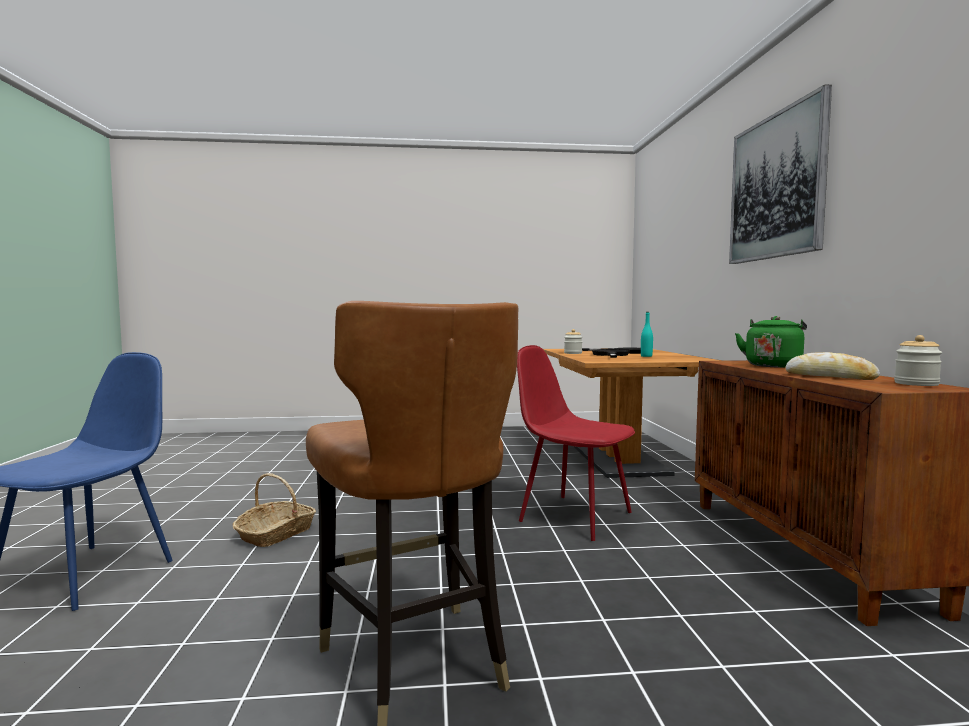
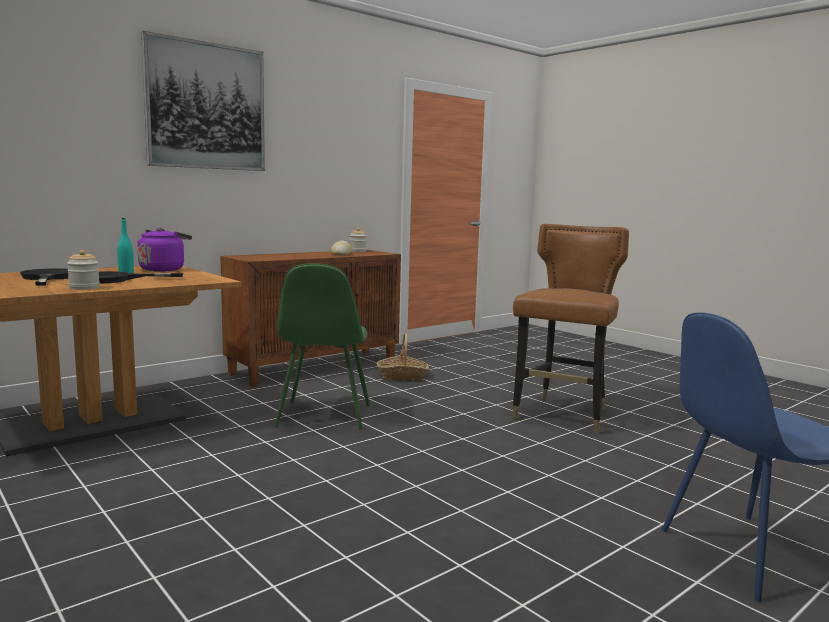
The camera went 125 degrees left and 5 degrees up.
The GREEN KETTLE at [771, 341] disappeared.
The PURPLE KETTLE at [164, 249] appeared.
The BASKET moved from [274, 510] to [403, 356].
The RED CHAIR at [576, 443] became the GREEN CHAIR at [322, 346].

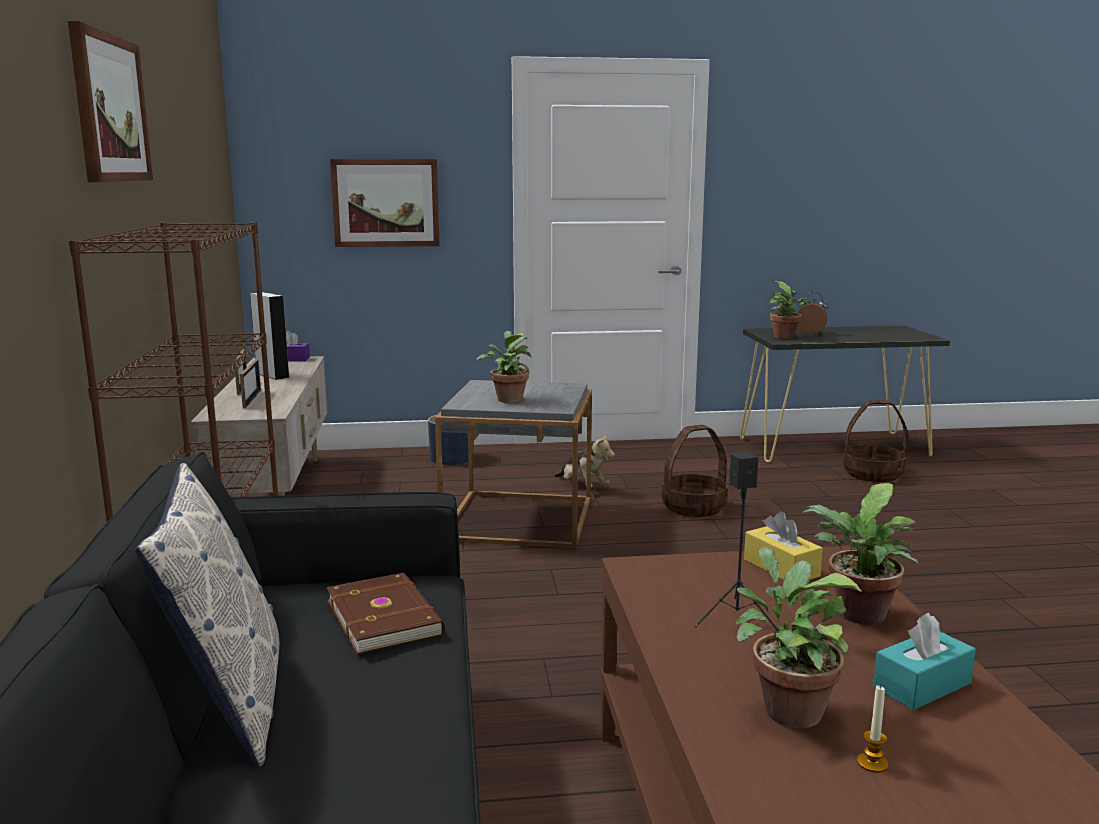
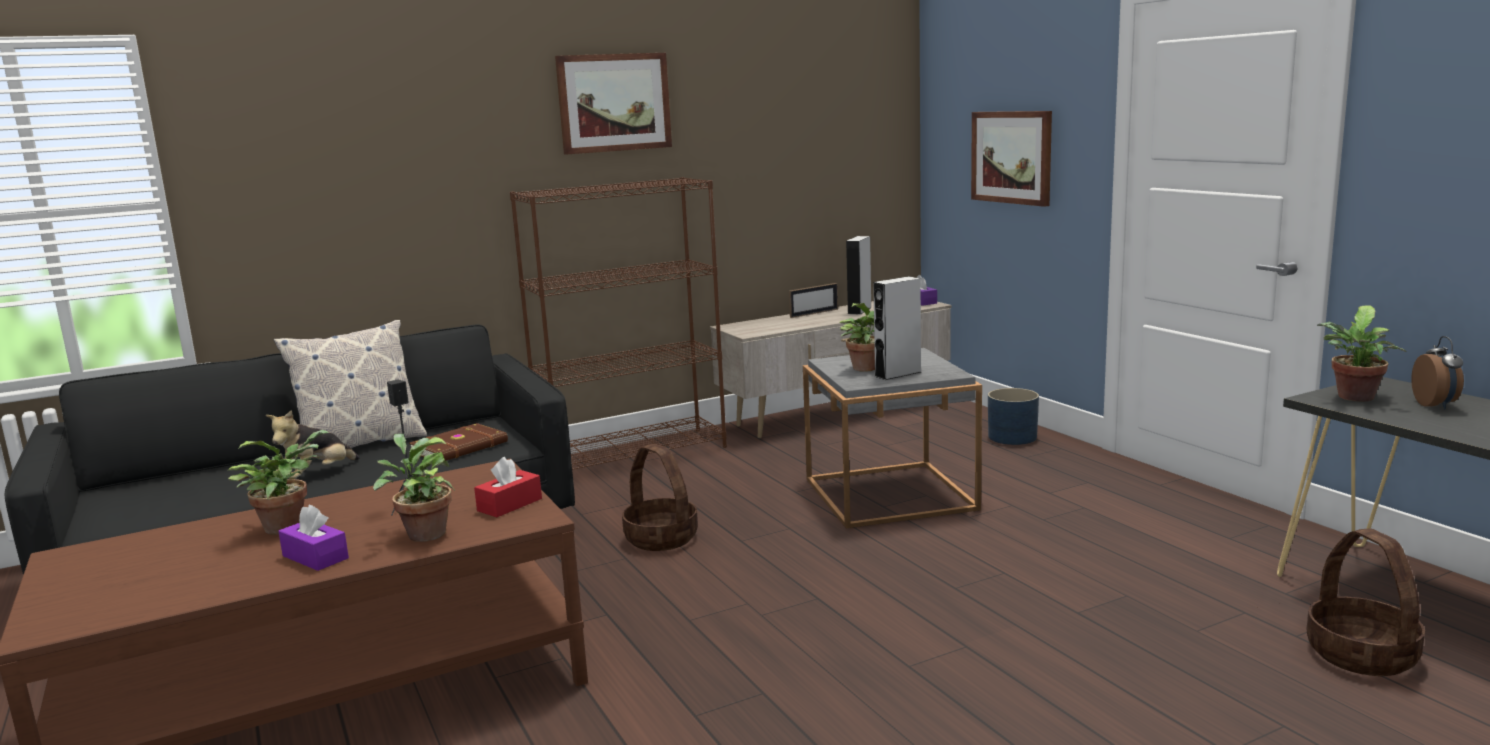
The camera went 70 degrees right and 0 degrees up.
The PICTURE FRAME at [250, 383] disappeared.
The CANDLE at [872, 729] disappeared.
The GREY SPEAKER at [897, 328] appeared.
The PLUSH TOY moved from [584, 460] to [313, 444].
The BASKET moved from [695, 471] to [660, 497].
The YELLOW TISSUE BOX at [783, 546] became the RED TISSUE BOX at [508, 487].
The TURQUOISE TISSUE BOX at [924, 661] became the PURPLE TISSUE BOX at [313, 538].

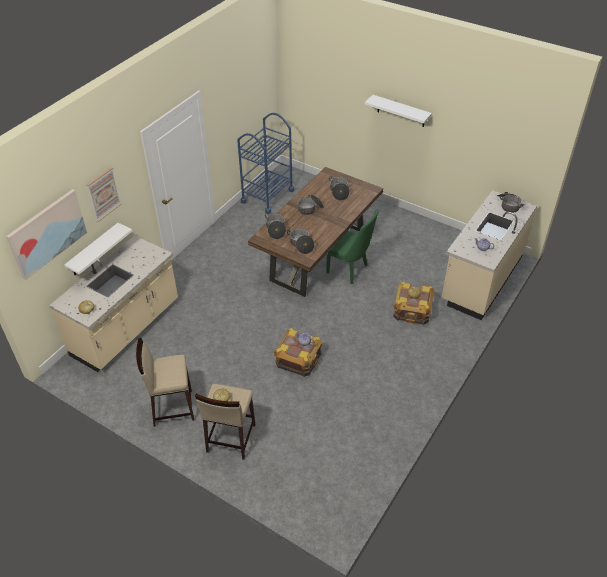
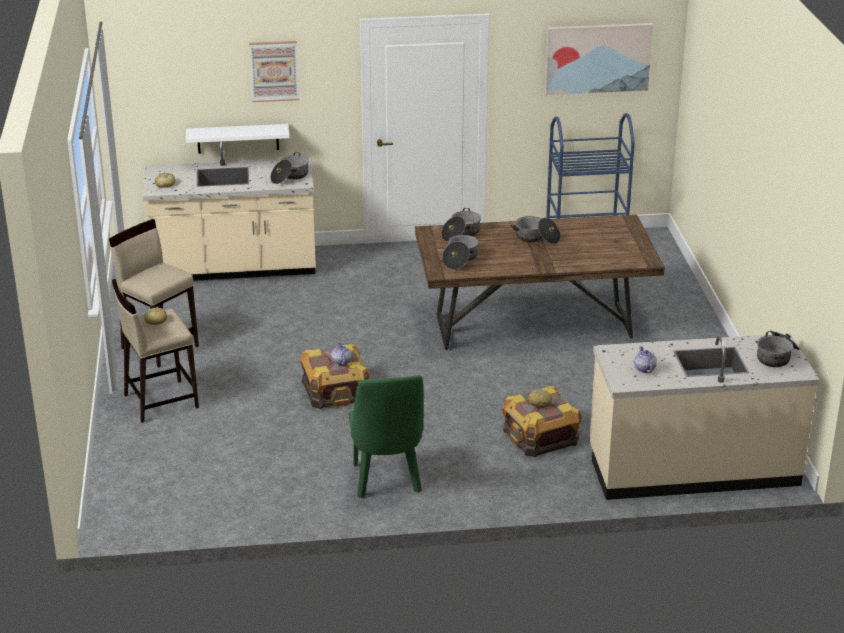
The camera went 50 degrees right and 15 degrees down.
The WHITE SHELF at [398, 111] disappeared.
The PICTURE moved from [46, 234] to [599, 59].
The GREEN CHAIR moved from [352, 246] to [386, 436].
The COOKING POT moved from [339, 188] to [289, 168].

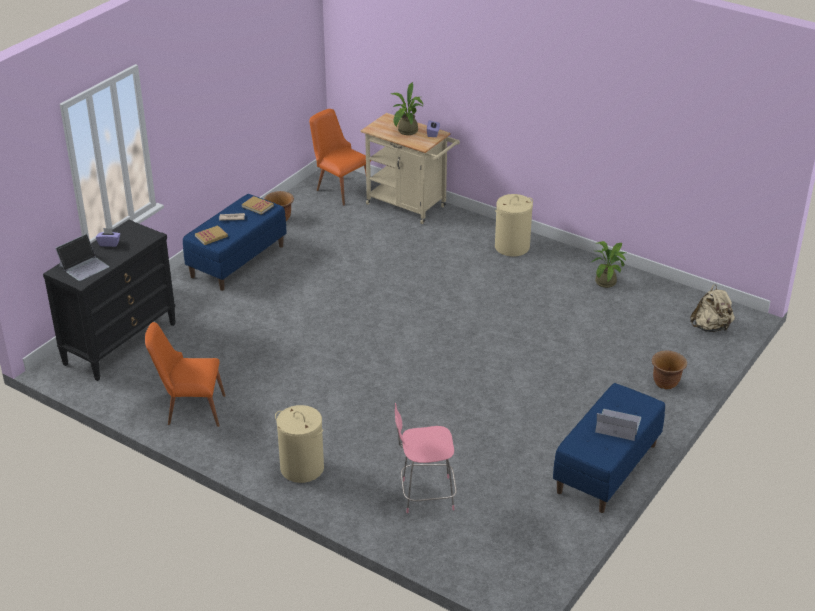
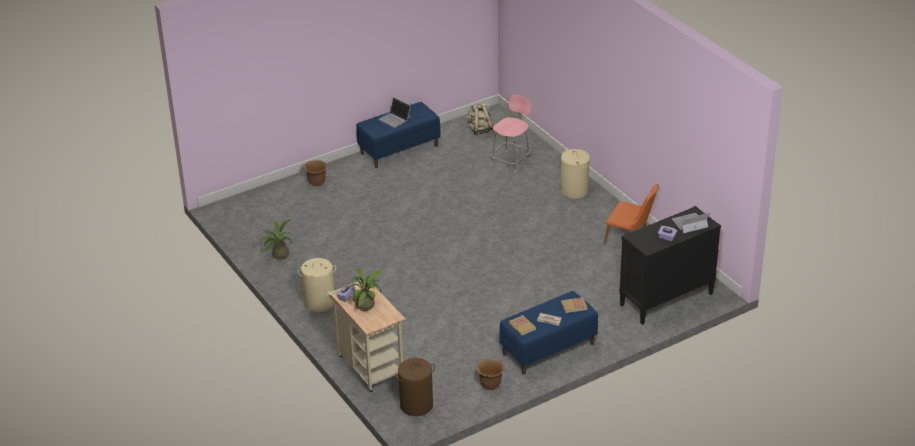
The camera went 155 degrees left and 0 degrees up.
The BEIGE BACKPACK moved from [712, 308] to [480, 119].
The ORANGE CHAIR at [340, 157] was replaced by the BROWN LAUNDRY BASKET at [415, 387].
The PINK CHAIR at [426, 458] turned 75 degrees counterclockwise.

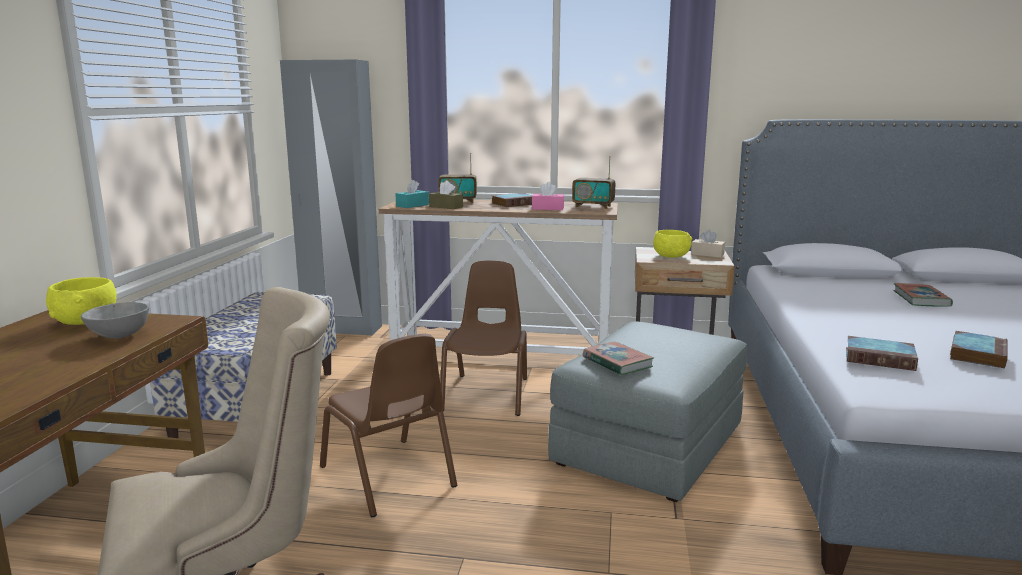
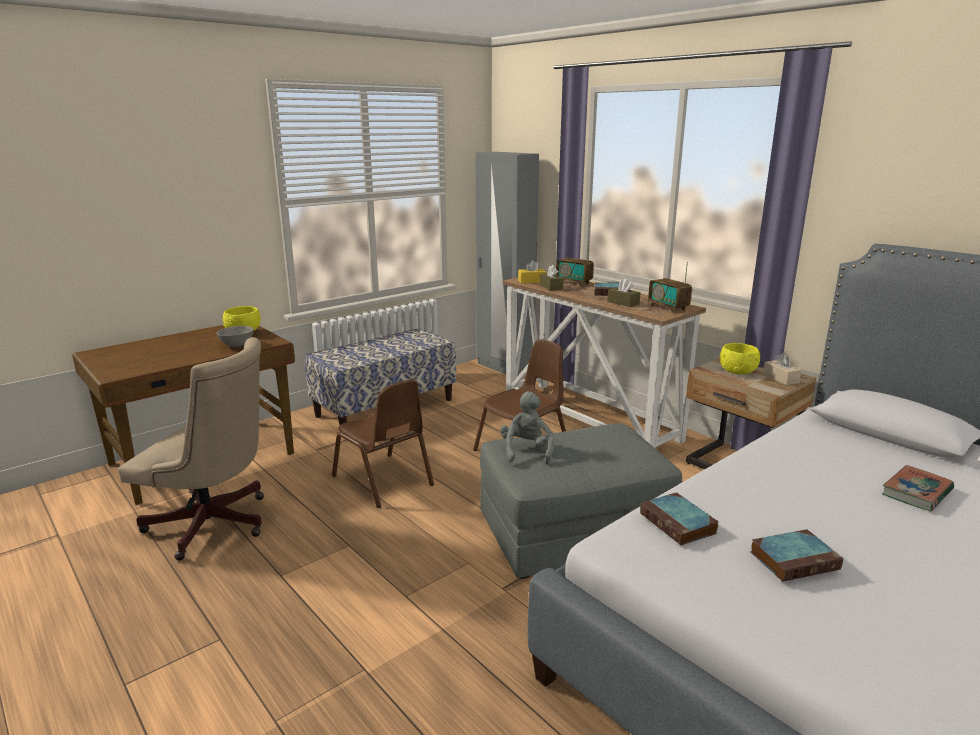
The camera went 40 degrees right and 5 degrees up.
The BOOK at [618, 358] was replaced by the GREY PLUSH TOY at [527, 427].
The TURQUOISE TISSUE BOX at [412, 194] became the YELLOW TISSUE BOX at [532, 271].
The PINK TISSUE BOX at [548, 196] became the BROWN TISSUE BOX at [624, 293].
The BROWN CHAIR at [388, 425] turned 45 degrees counterclockwise.

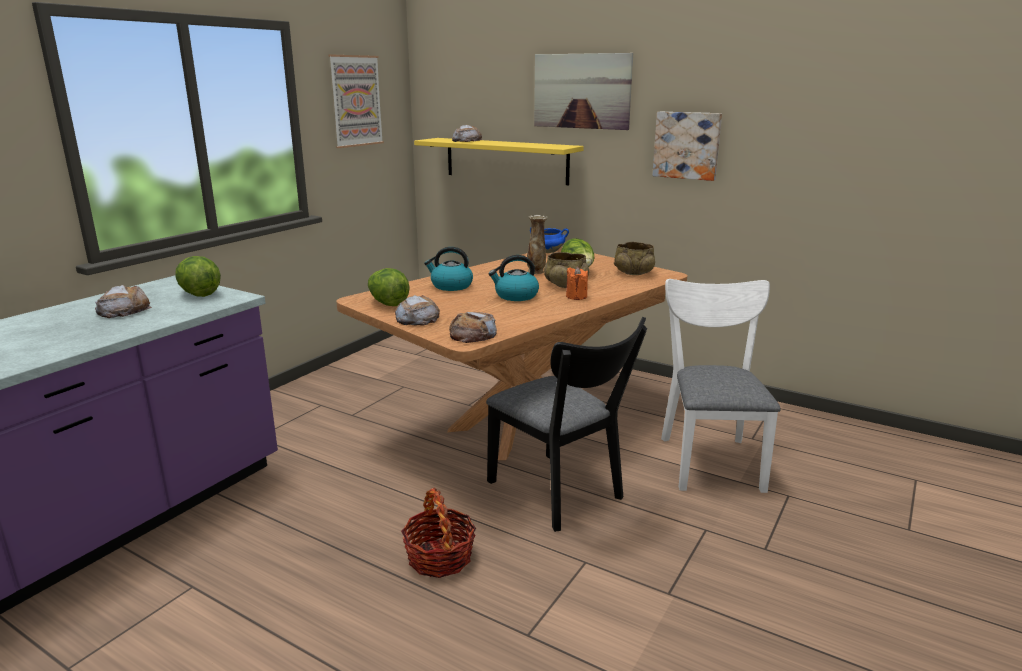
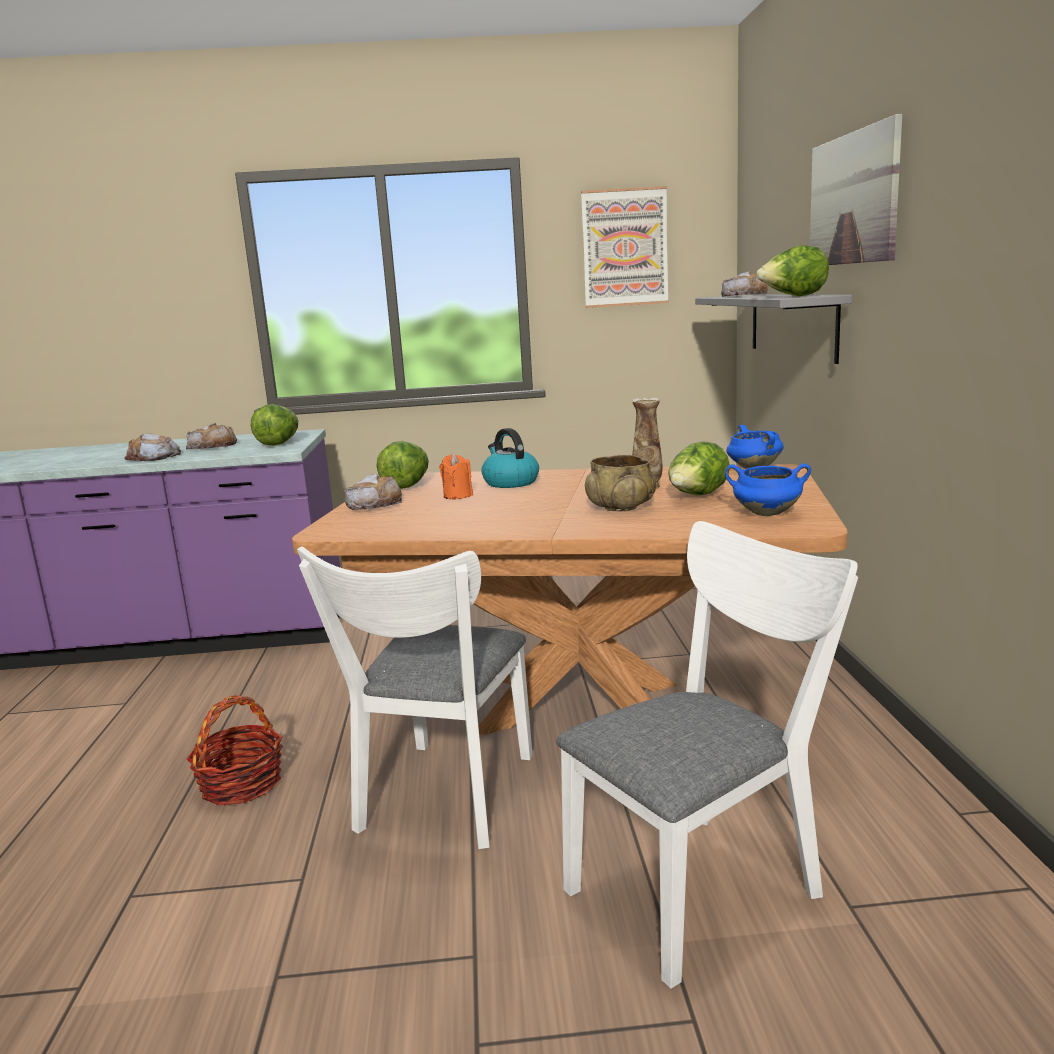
The camera went 55 degrees right and 5 degrees down.
The KETTLE at [513, 278] disappeared.
The PICTURE at [687, 146] disappeared.
The LETTUCE at [792, 270] appeared.
The BREAD moved from [473, 327] to [152, 447].
The ORANGE CANDLE moved from [577, 283] to [456, 476].
The BEIGE BOWL at [634, 258] was replaced by the BLUE COOKING POT at [768, 489].
The YELLOW SHELF at [499, 161] became the GREY SHELF at [773, 329].
The BLACK CHAIR at [566, 424] became the WHITE CHAIR at [415, 698].

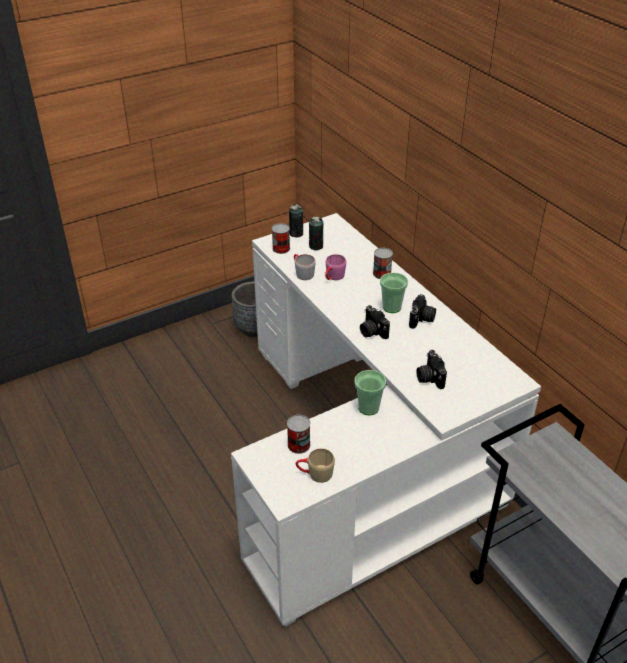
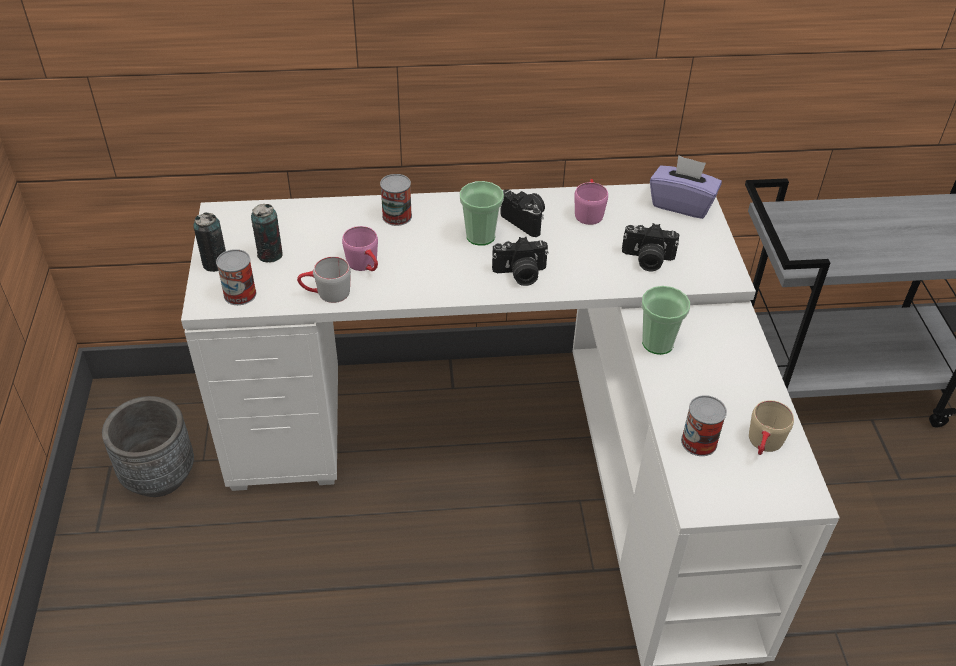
The camera went 65 degrees left and 5 degrees up.
The PINK MUG at [591, 202] appeared.
The PURPLE TISSUE BOX at [686, 187] appeared.

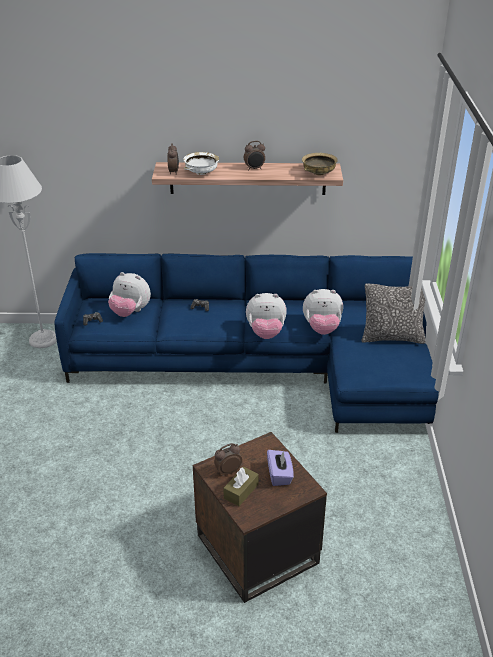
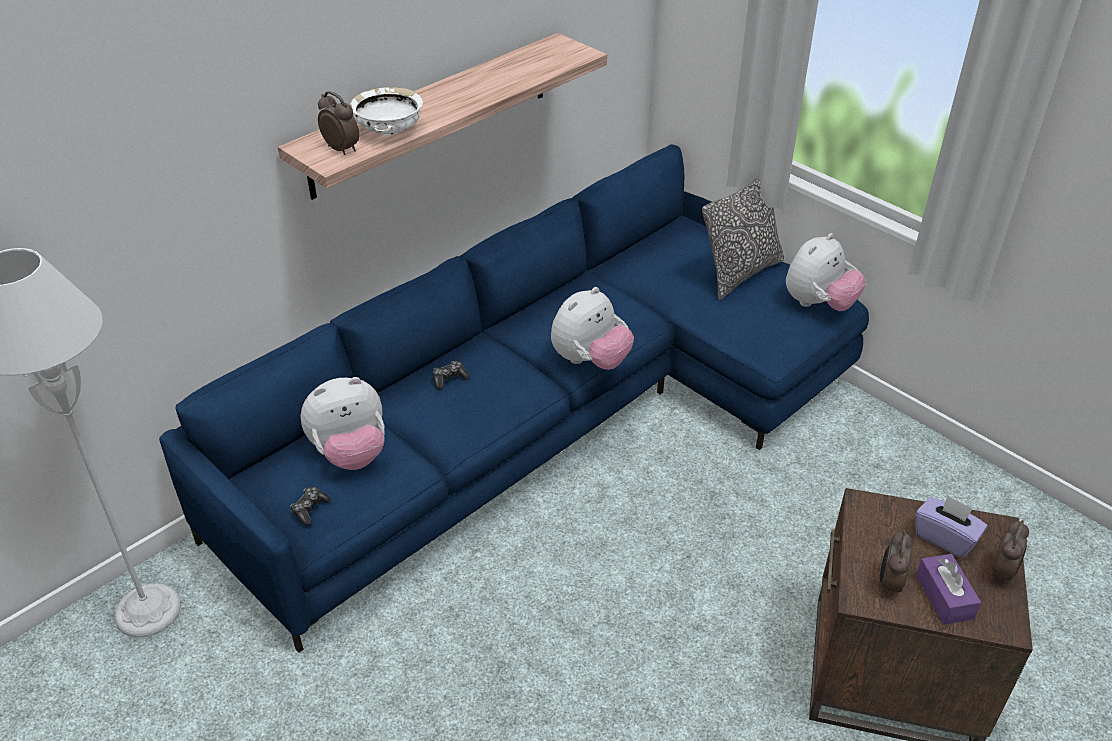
The camera went 45 degrees left and 5 degrees up.
The BEIGE BOWL at [320, 164] disappeared.
The ALARM CLOCK moved from [254, 155] to [1010, 553].
The PLUSH TOY moved from [323, 312] to [826, 272].
The BROWN TISSUE BOX at [241, 486] became the PURPLE TISSUE BOX at [949, 589].

